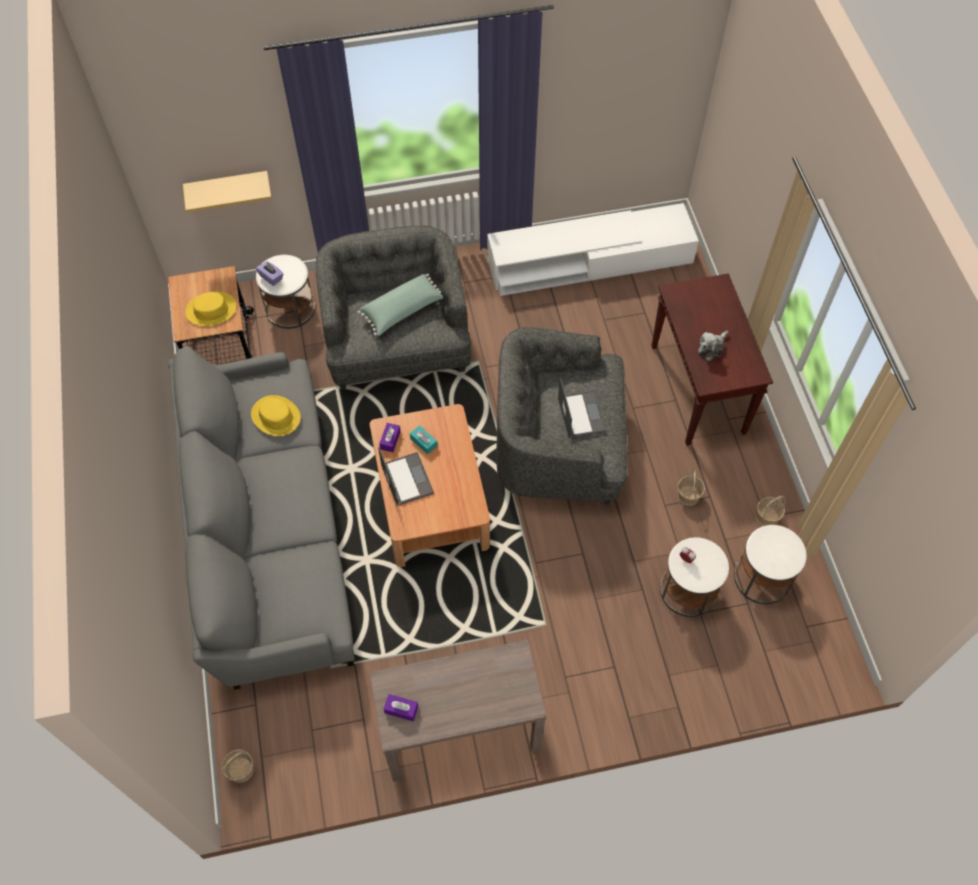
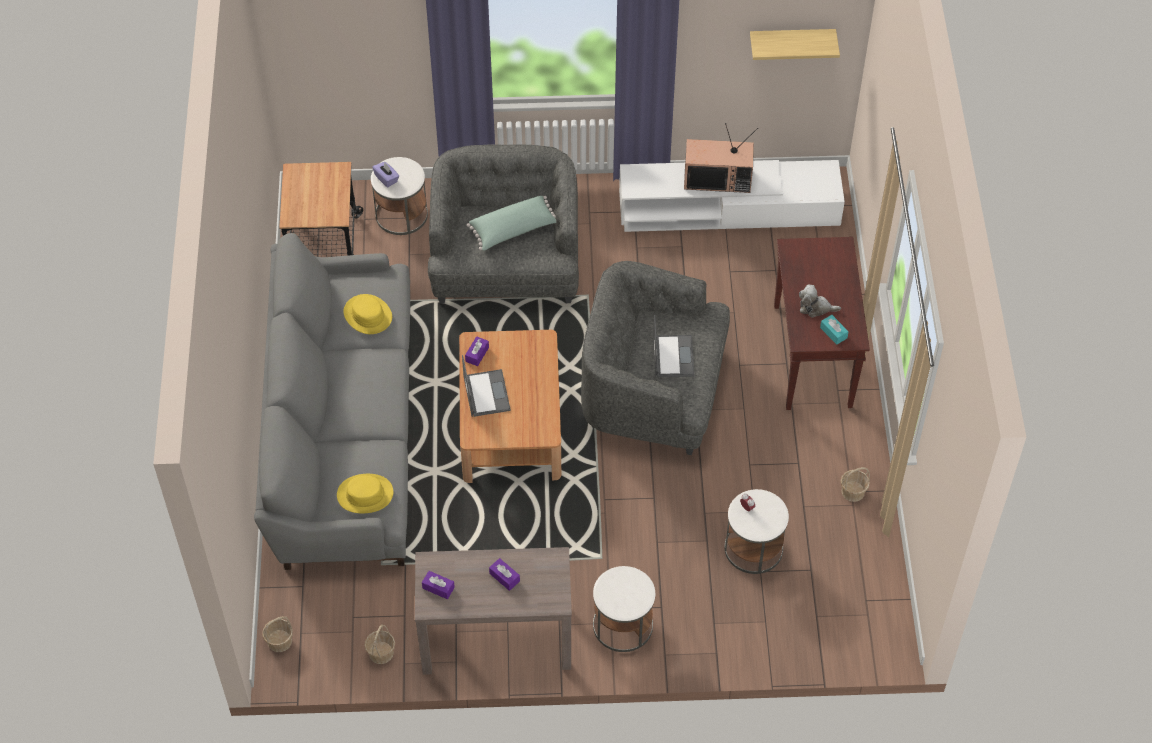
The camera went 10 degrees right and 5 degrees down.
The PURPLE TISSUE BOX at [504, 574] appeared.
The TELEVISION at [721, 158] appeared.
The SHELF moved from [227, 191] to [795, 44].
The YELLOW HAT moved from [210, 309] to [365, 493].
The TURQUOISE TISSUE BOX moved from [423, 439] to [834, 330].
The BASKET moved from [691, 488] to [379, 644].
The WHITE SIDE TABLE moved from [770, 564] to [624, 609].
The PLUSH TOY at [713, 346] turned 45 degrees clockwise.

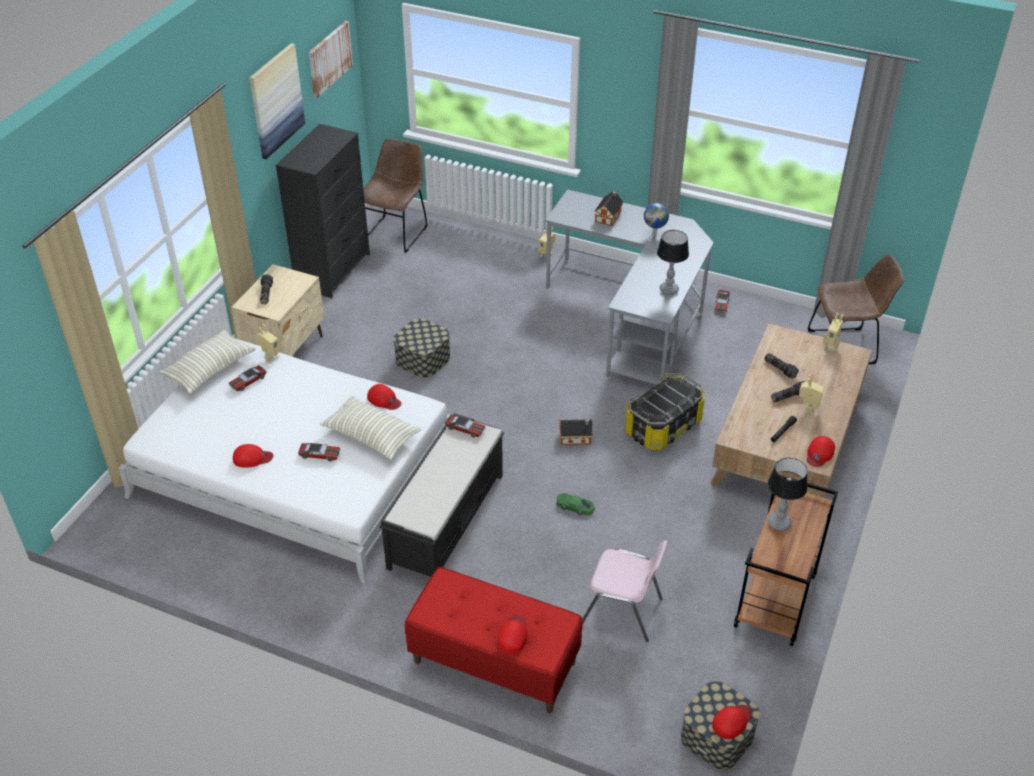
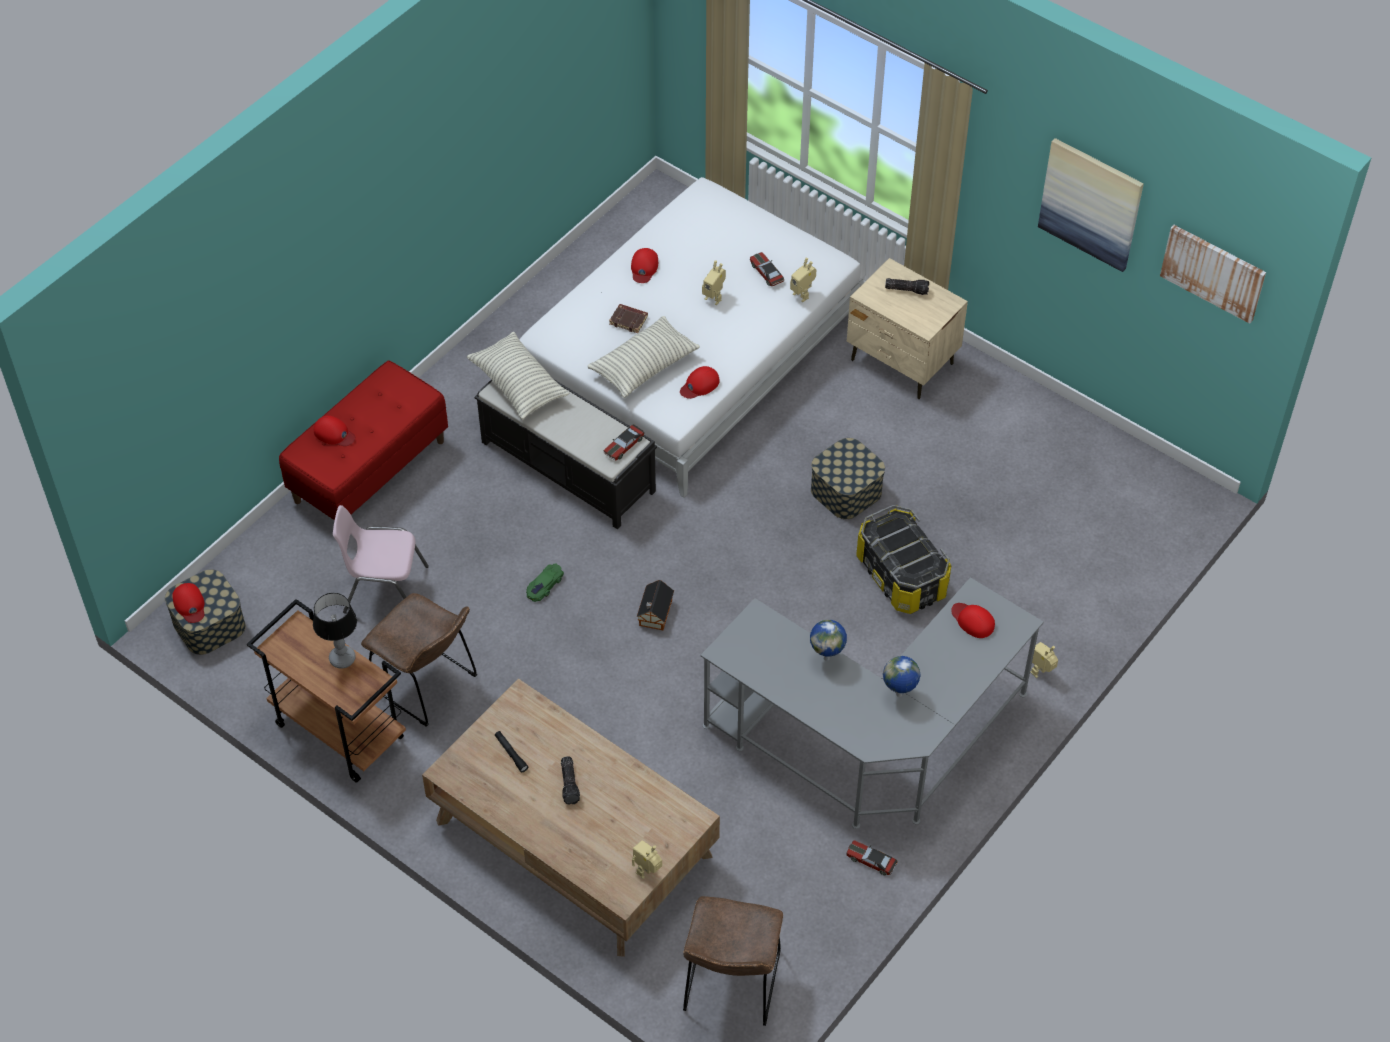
The camera went 105 degrees right and 10 degrees up.
The BLACK DRESSER at [322, 211] disappeared.
The TOY HOUSE at [609, 208] disappeared.
The TABLE LAMP at [673, 262] disappeared.
The FLASHLIGHT at [782, 366] disappeared.
The GLOBE at [828, 640] appeared.
The PILLOW moved from [207, 362] to [518, 376].
The BROWN CHAIR moved from [395, 195] to [419, 660].
The STORAGE BOX moved from [665, 411] to [903, 559].
The TOY ROBOT moved from [811, 394] to [714, 282].
The RED CAP moved from [821, 451] to [973, 620].
The TOY CAR at [319, 452] was replaced by the BROWN BOOK at [628, 318].
The PINK CHAIR at [624, 591] turned 60 degrees clockwise.

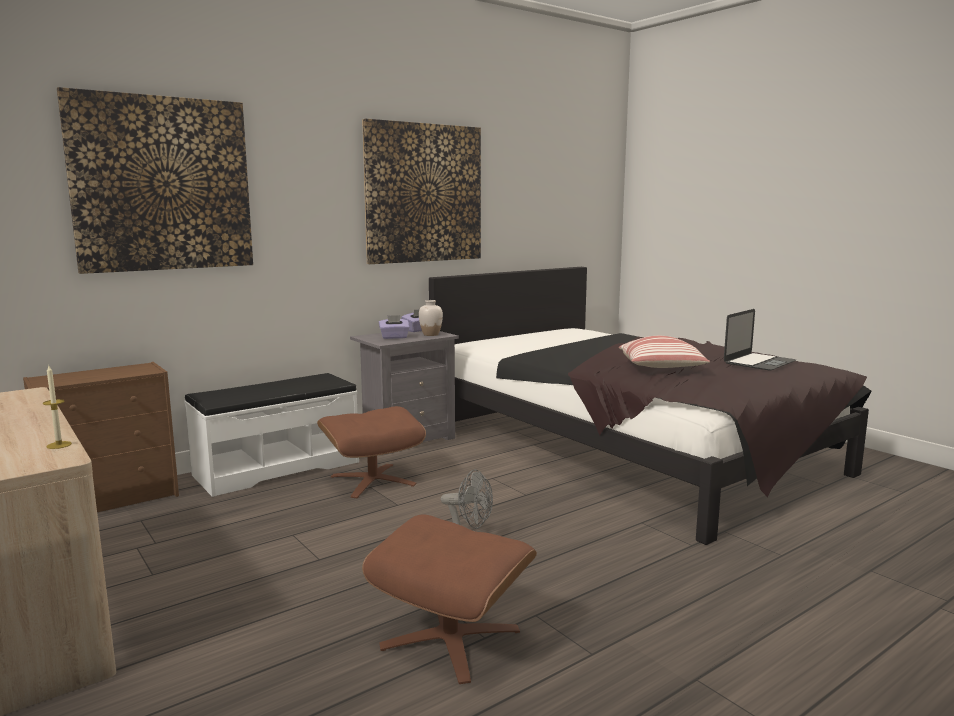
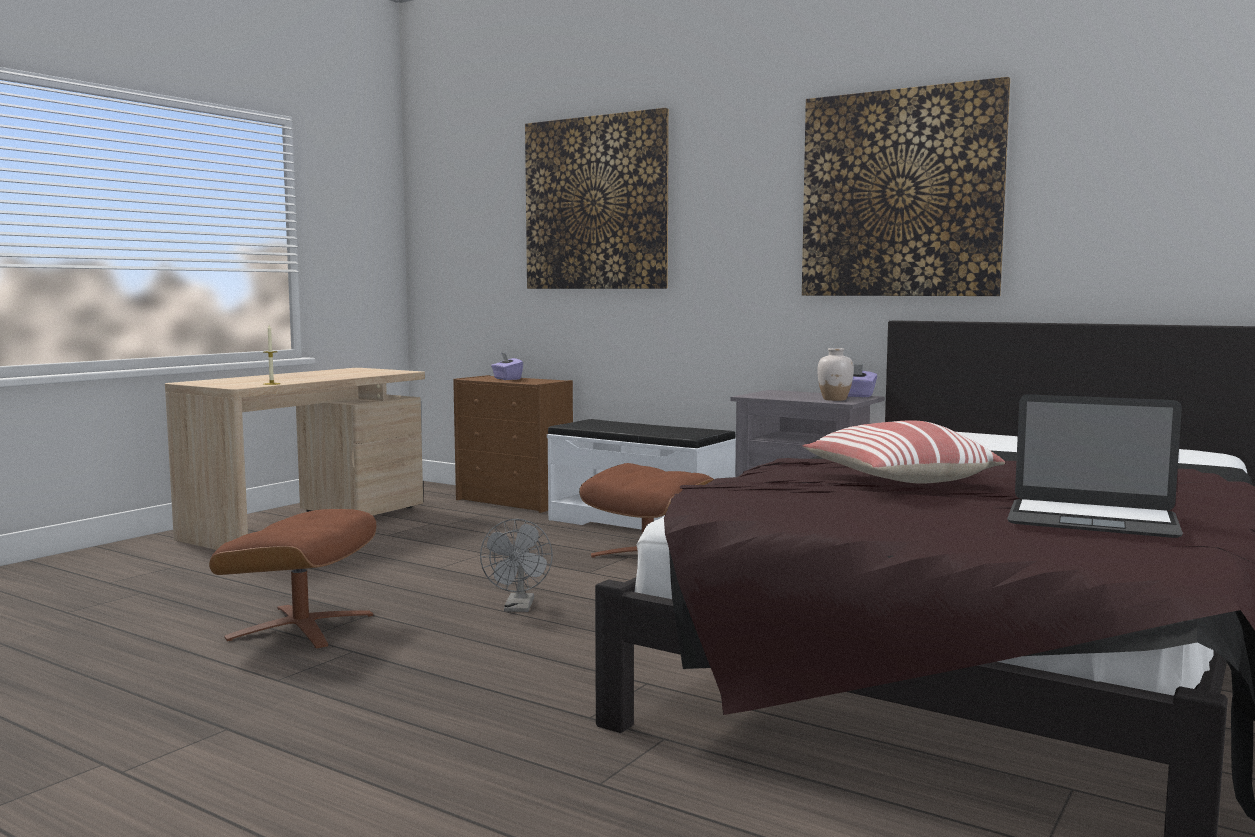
The camera went 70 degrees right and 5 degrees down.
The PURPLE TISSUE BOX moved from [394, 327] to [507, 366].

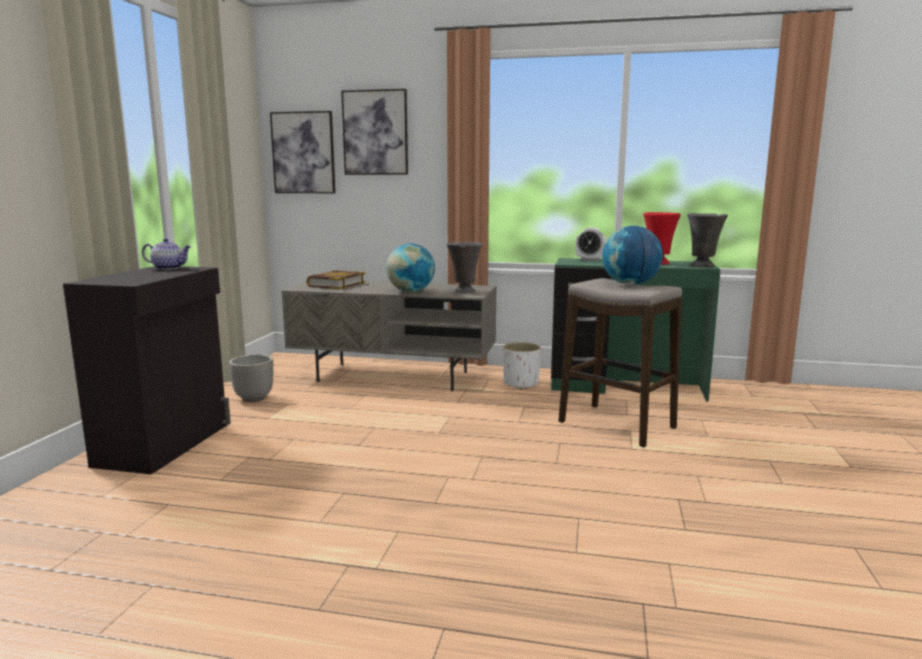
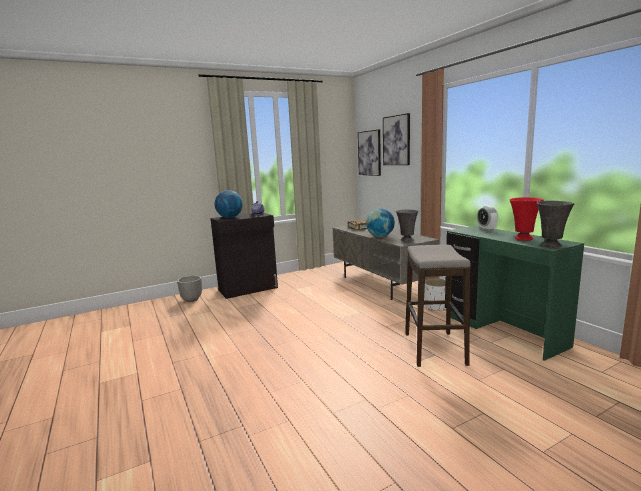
The camera went 50 degrees right and 0 degrees up.
The PLANTER moved from [251, 378] to [189, 289].
The GLOBE moved from [632, 255] to [229, 204].

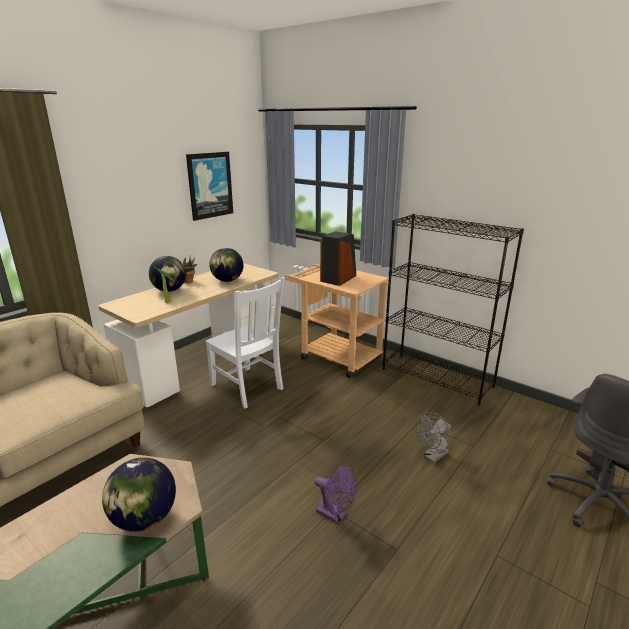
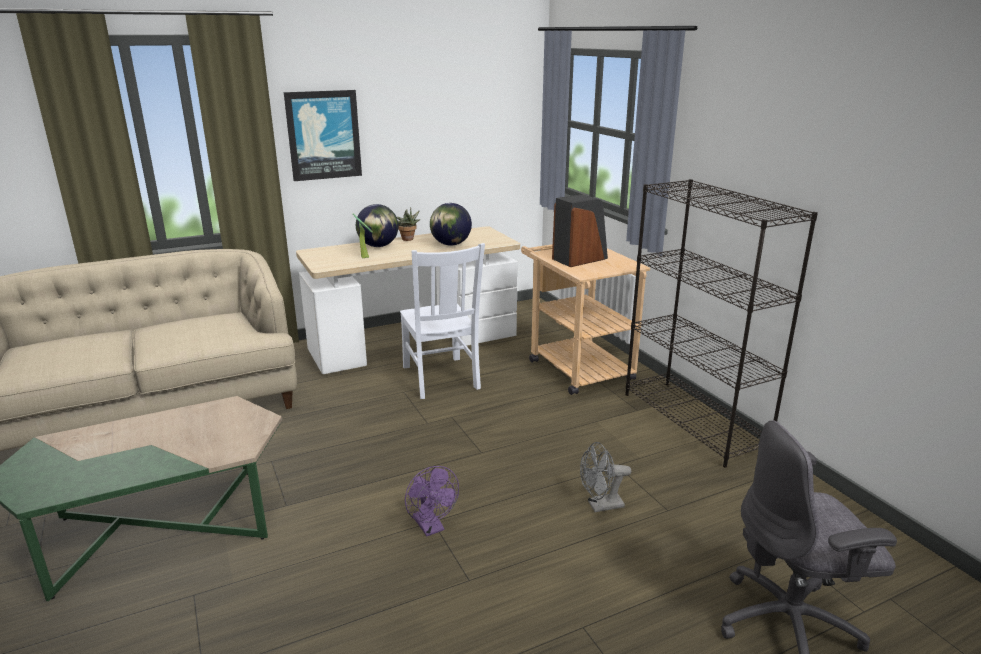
The camera went 25 degrees right and 0 degrees up.
The GLOBE at [139, 494] disappeared.
The PICTURE moved from [209, 186] to [323, 135].

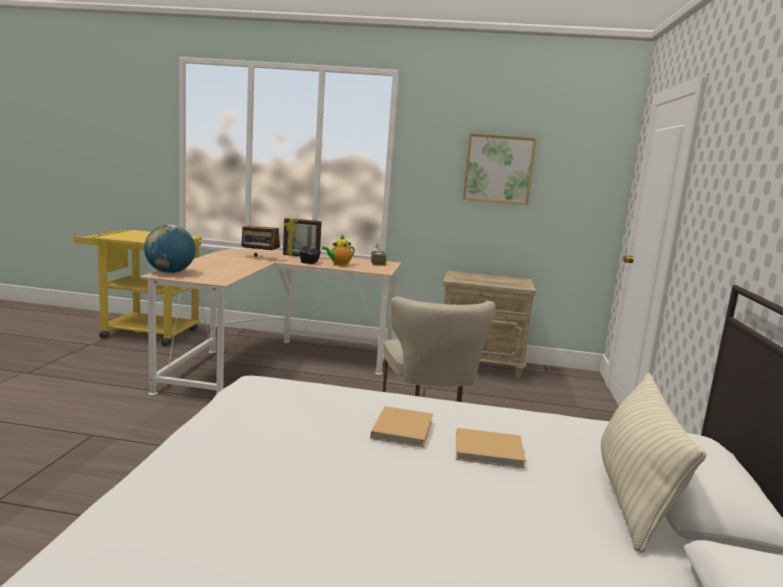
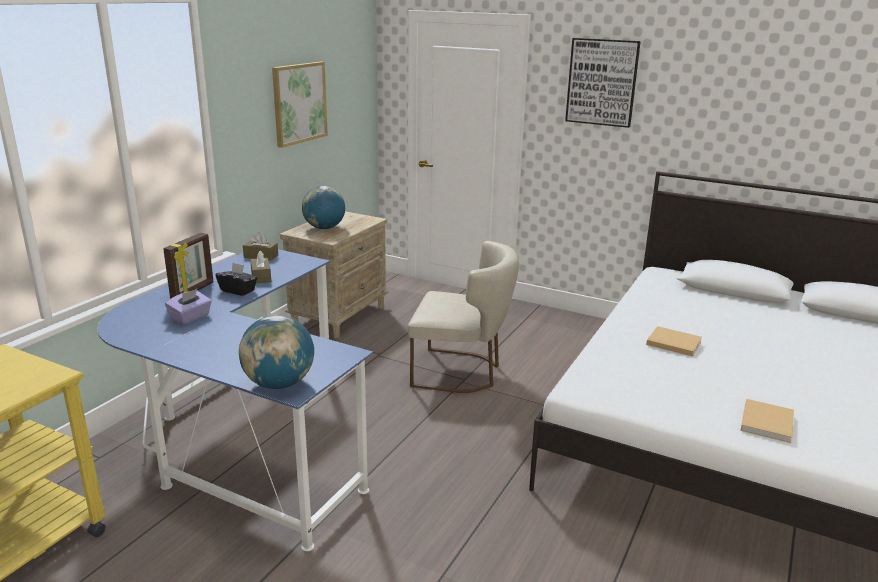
The camera went 70 degrees left and 10 degrees up.
The BEIGE PILLOW at [654, 463] disappeared.
The GLOBE at [323, 207] appeared.
The PICTURE at [603, 83] appeared.
The BEIGE BOOK moved from [491, 448] to [767, 421].
The RADIO at [260, 237] was replaced by the PURPLE TISSUE BOX at [188, 307].
The TEAPOT at [338, 250] was replaced by the BROWN TISSUE BOX at [260, 267].
The BEIGE DESK at [270, 322] became the BLUE DESK at [235, 400].

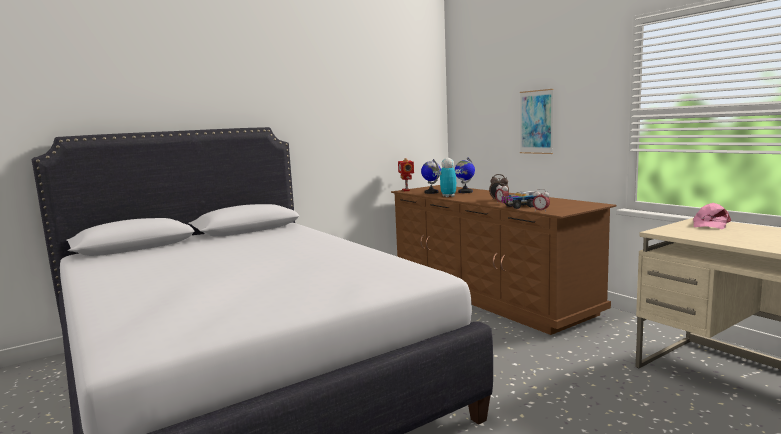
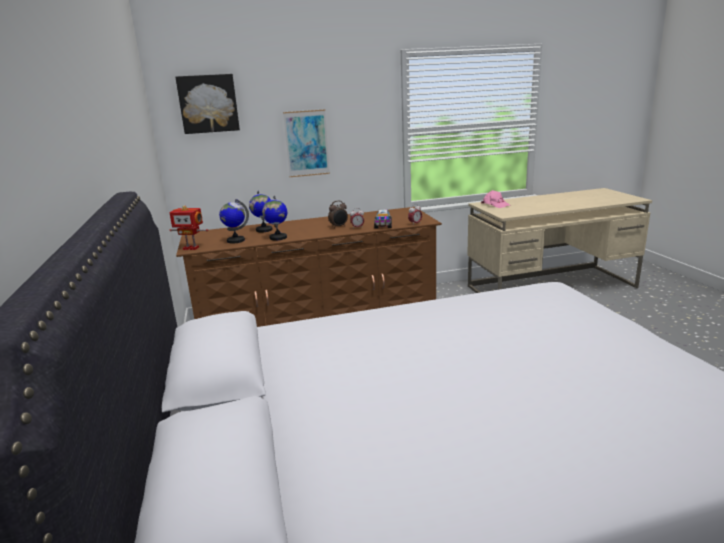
The camera went 70 degrees left and 10 degrees up.
The PICTURE at [207, 104] appeared.
The TOY ROBOT at [448, 177] was replaced by the GLOBE at [274, 218].

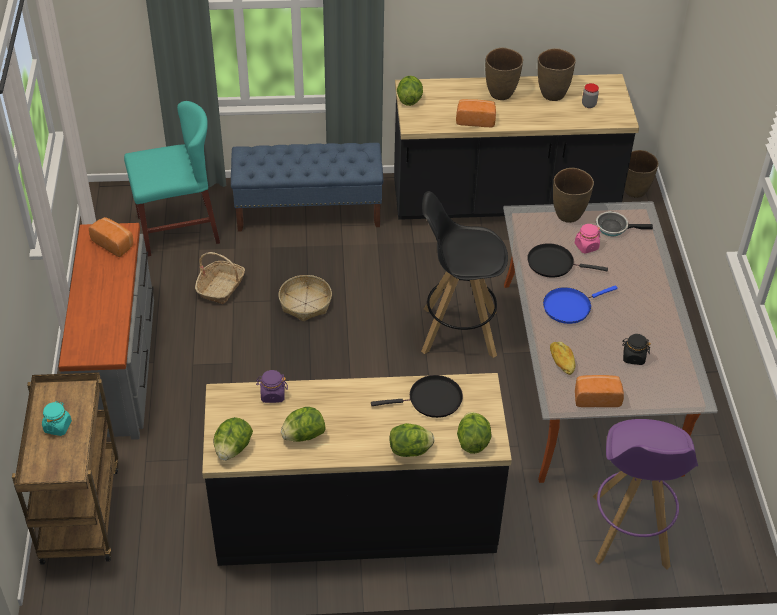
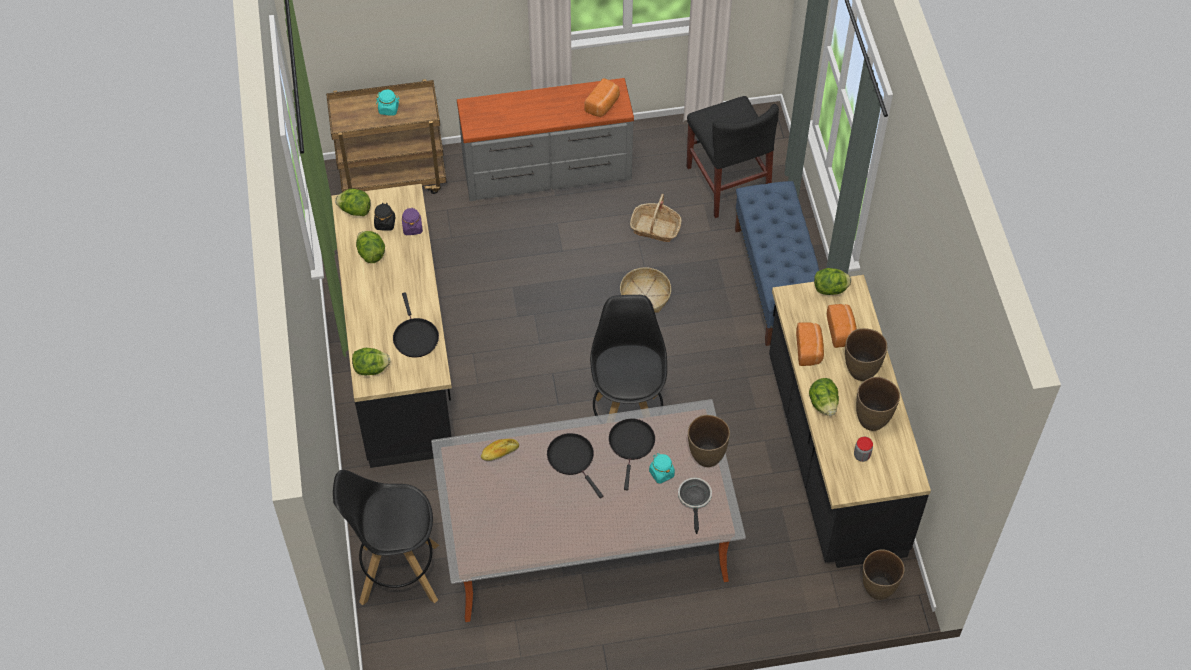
The camera went 85 degrees right and 10 degrees up.
The LETTUCE moved from [411, 440] to [824, 397].
The BREAD moved from [599, 391] to [842, 326].
The BLACK JAR moved from [636, 349] to [384, 217].
The TURQUOISE CHAIR at [172, 178] became the BLACK CHAIR at [733, 157].
The BLUE FRYING PAN at [580, 304] became the BLACK FRYING PAN at [575, 465].
The PINK JAR at [588, 238] became the TURQUOISE JAR at [662, 468].
The PURPLE STOOL at [645, 494] became the BLACK STOOL at [386, 537].

